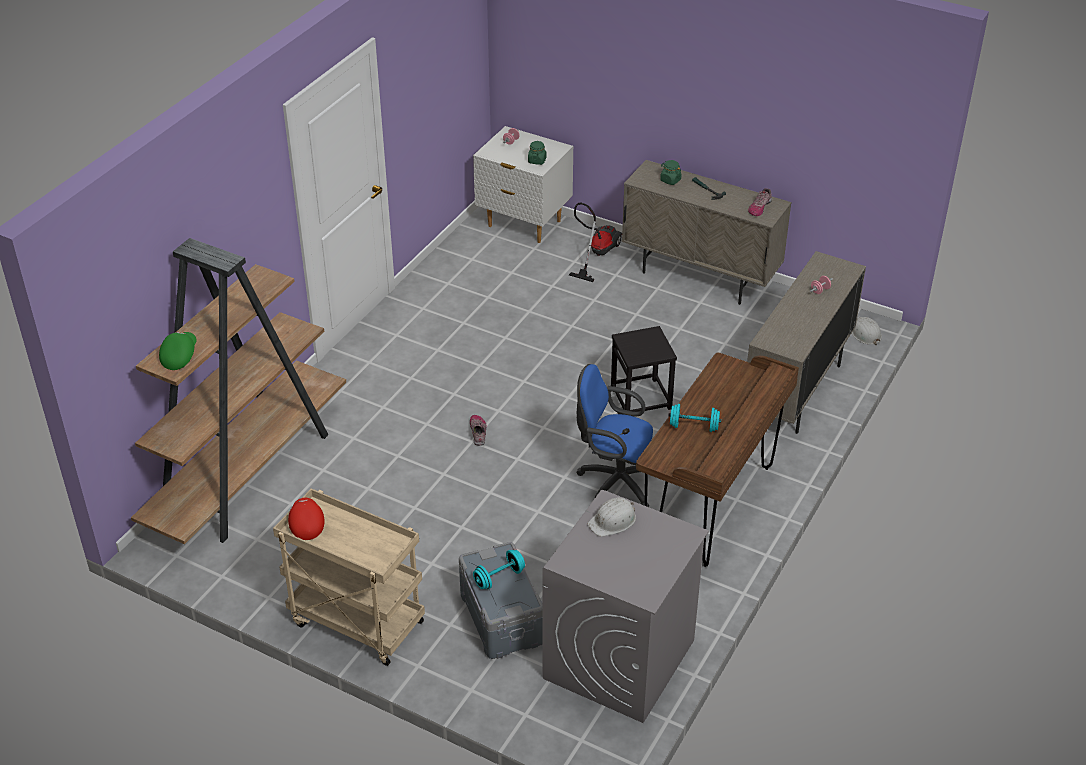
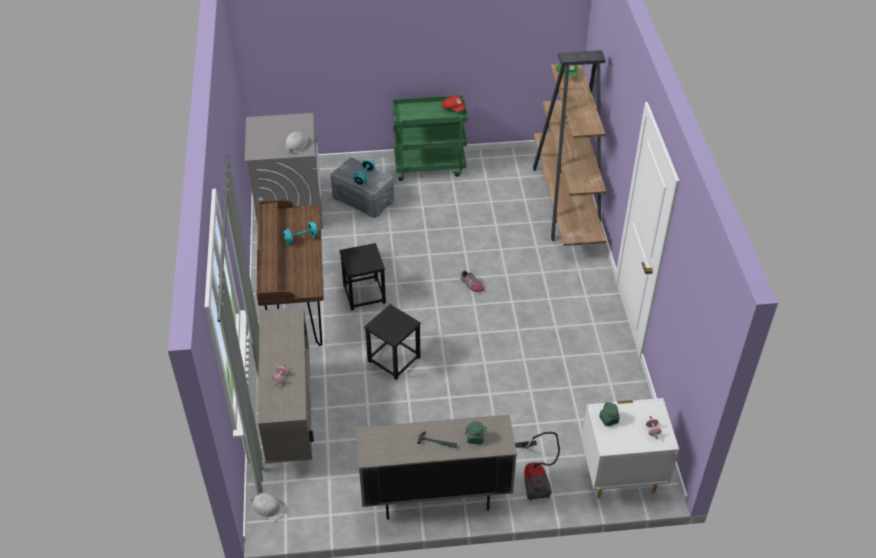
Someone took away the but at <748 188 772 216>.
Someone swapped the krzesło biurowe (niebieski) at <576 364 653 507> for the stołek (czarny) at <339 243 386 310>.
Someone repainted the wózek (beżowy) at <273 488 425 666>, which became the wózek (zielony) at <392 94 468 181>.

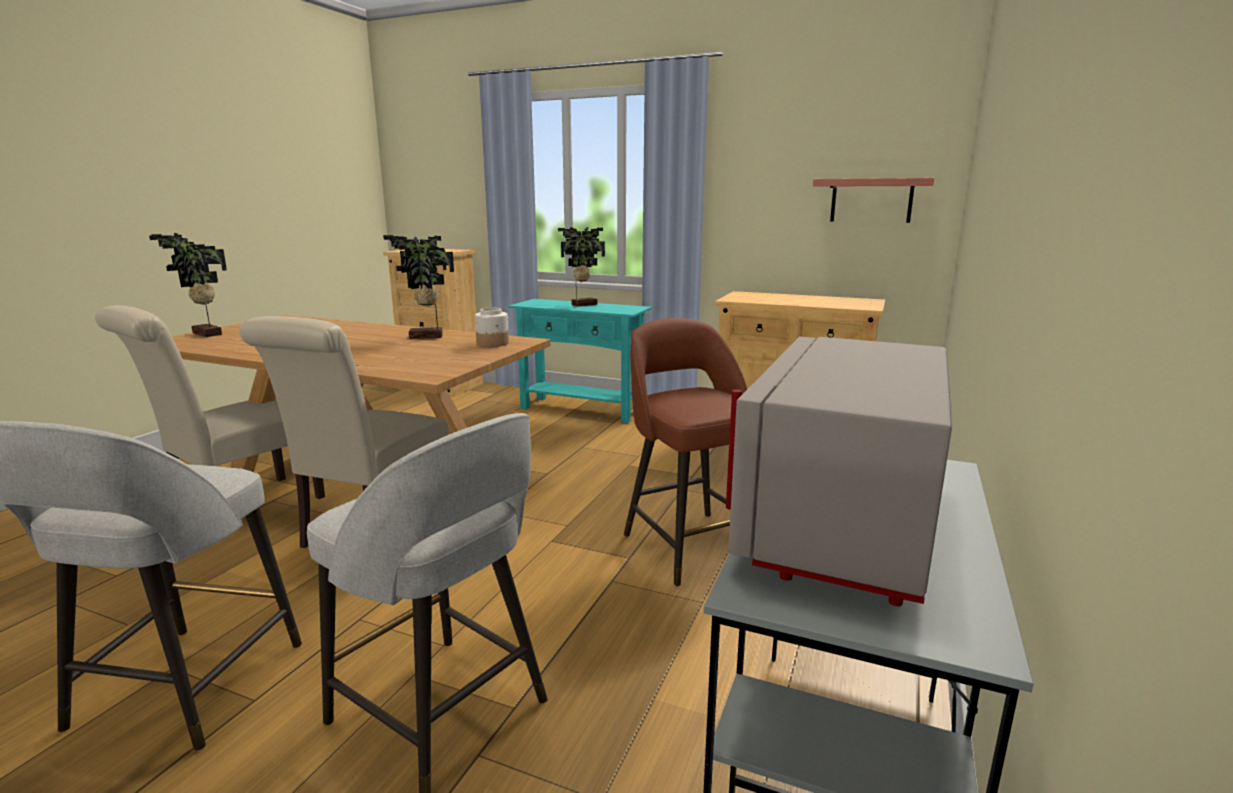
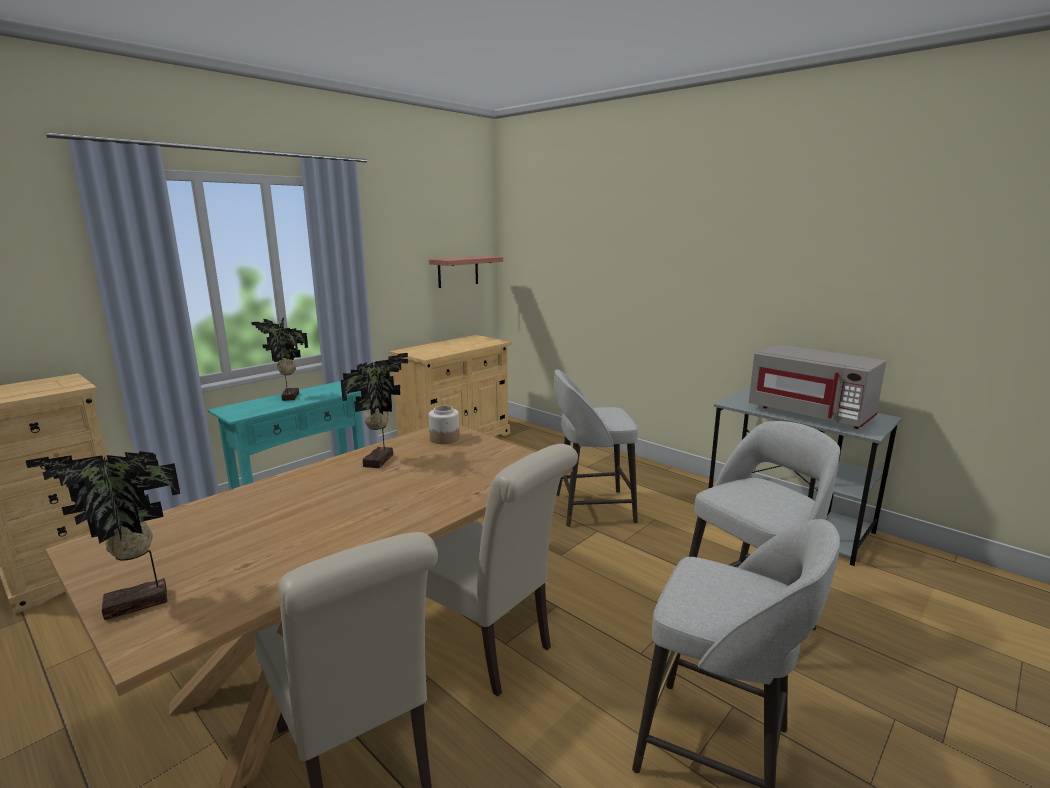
Someone repainted the stołek (brązowy) at <624 318 747 586>, which became the stołek (szary) at <554 369 638 527>.

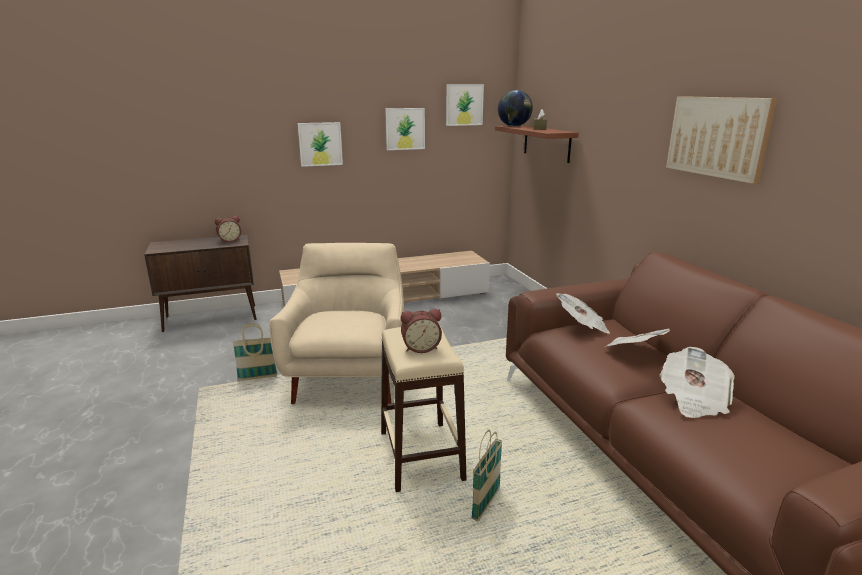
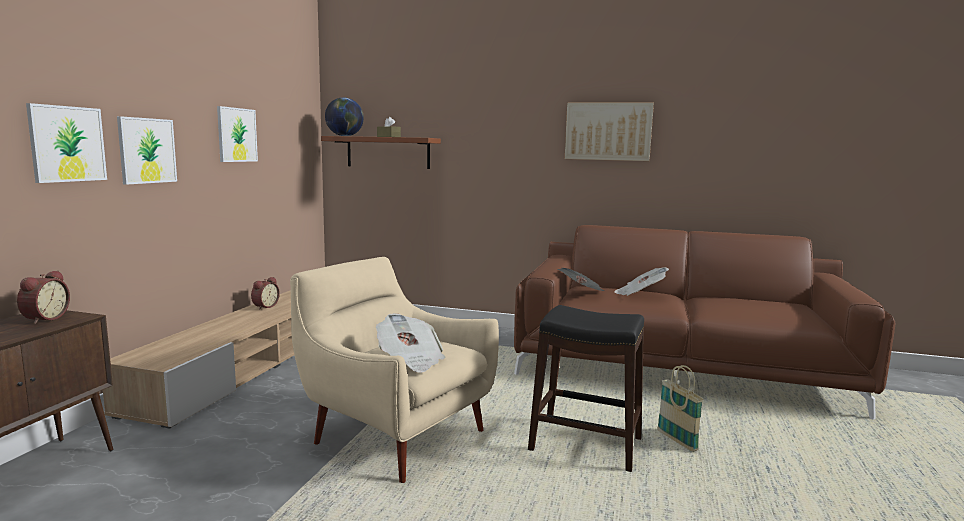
Someone carried the obraz from <446 84 484 126> to <26 103 107 183>.
Someone carried the budzik from <401 309 442 353> to <251 277 280 310>.
Someone took away the koszyk at <233 323 277 381>.
Someone repainted the stołek (beżowy) at <381 326 467 492>, which became the stołek (czarny) at <528 305 644 472>.
Someone carried the gazeta from <660 347 735 418> to <376 313 445 373>.

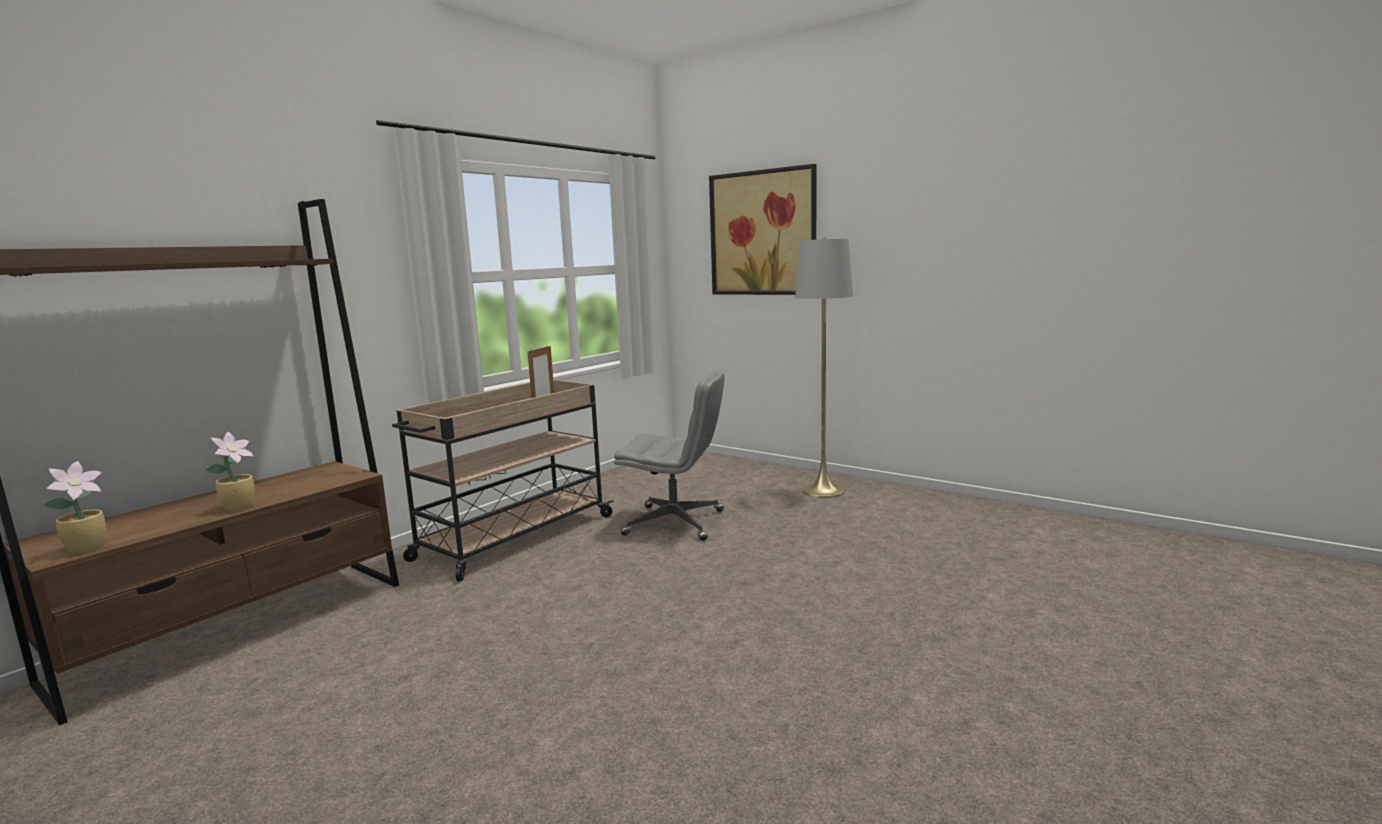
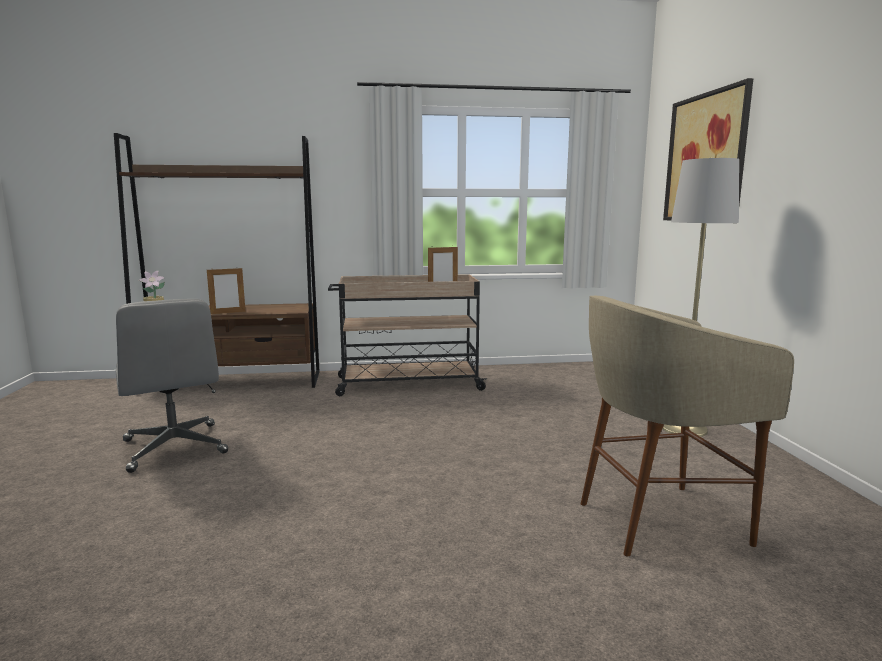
Someone carried the krzesło biurowe (szary) from <614 371 724 541> to <116 299 228 473>.
Someone swapped the roślina doniczkowa at <205 432 255 511> for the ramka na zdjęcie at <207 268 246 314>.
Someone put down the stołek (beżowy) at <581 296 794 556>.

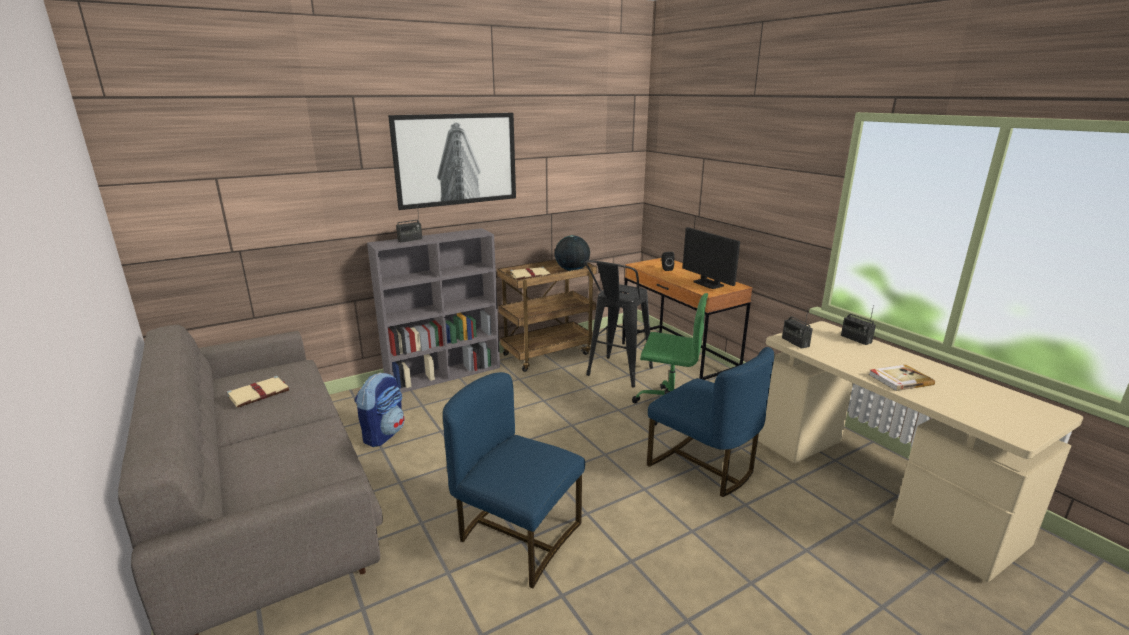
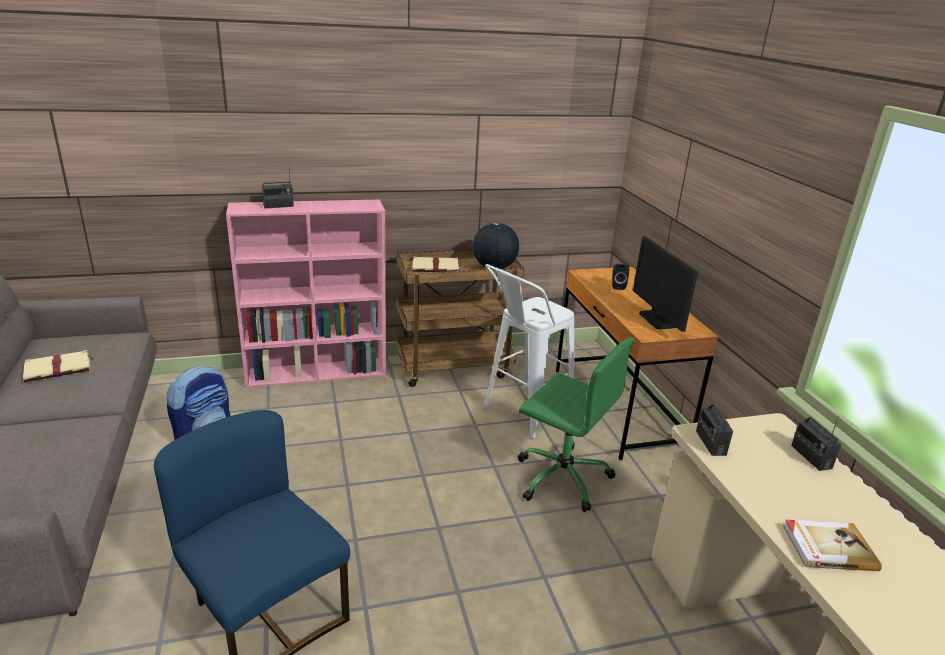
Someone took away the obraz at <388 113 516 210>.
Someone repainted the regał (szary) at <367 228 500 393>, which became the regał (różowy) at <226 200 386 388>.
Someone repainted the stołek (czarny) at <584 260 653 388>, which became the stołek (biały) at <483 264 574 438>.
Someone took away the krzesło (niebieski) at <647 347 774 497>.

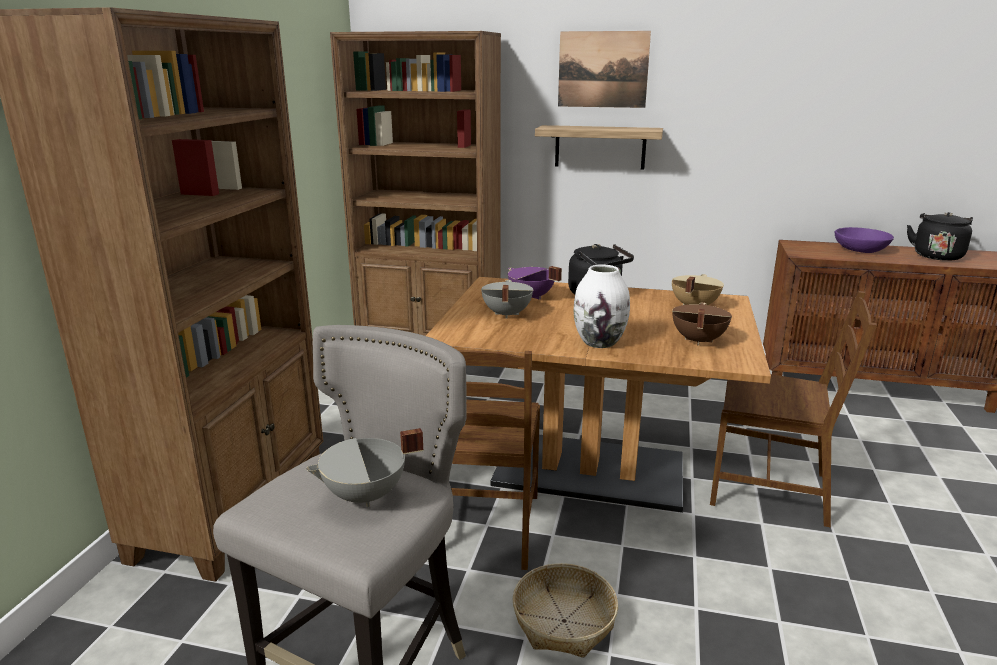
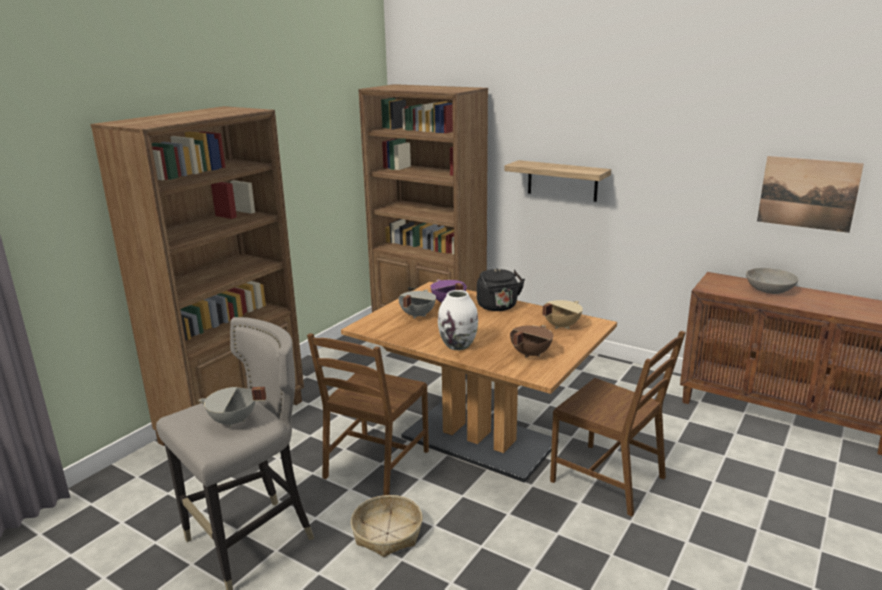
Someone carried the obraz from <558 31 651 108> to <757 156 864 233>.
Someone took away the czajnik (czarny) at <907 212 973 261>.
Someone repainted the miska (fioletowy) at <835 227 894 253>, which became the miska (szary) at <746 268 799 294>.

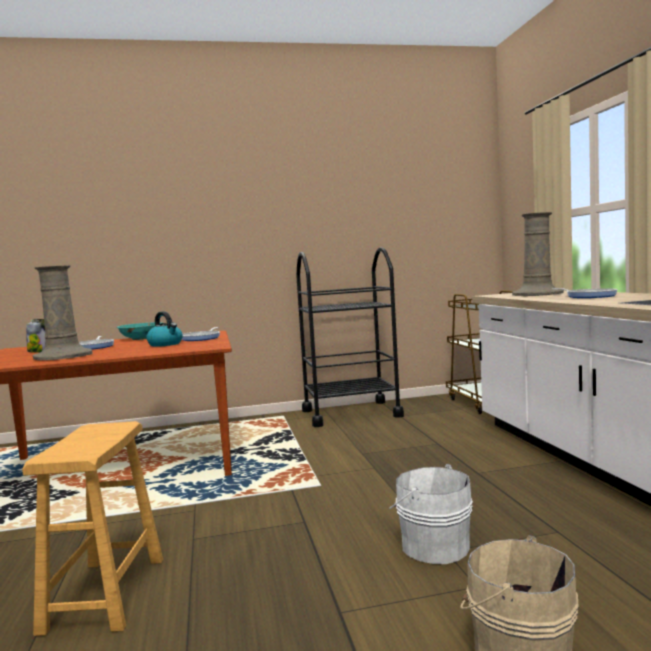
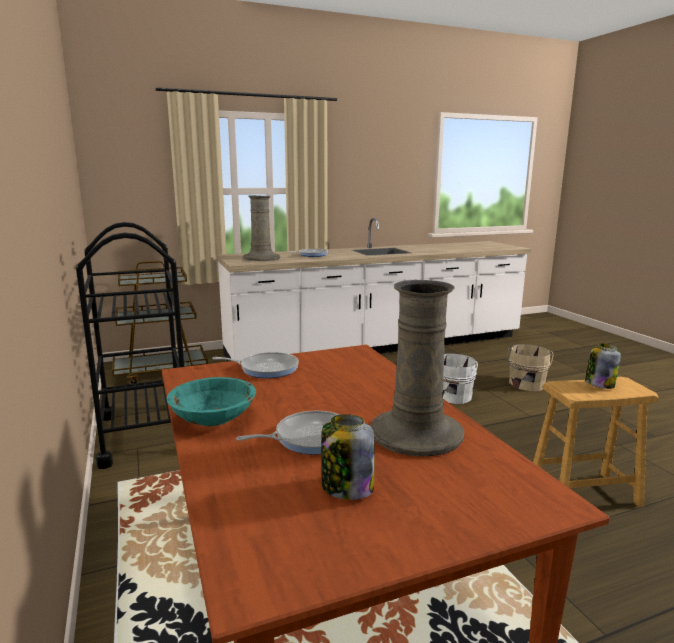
Someone took away the czajnik at <146 311 183 347>.
Someone put down the słoik at <585 343 621 389>.

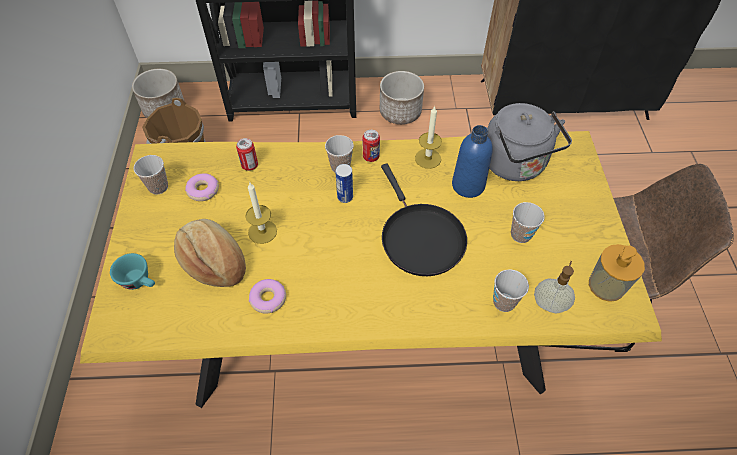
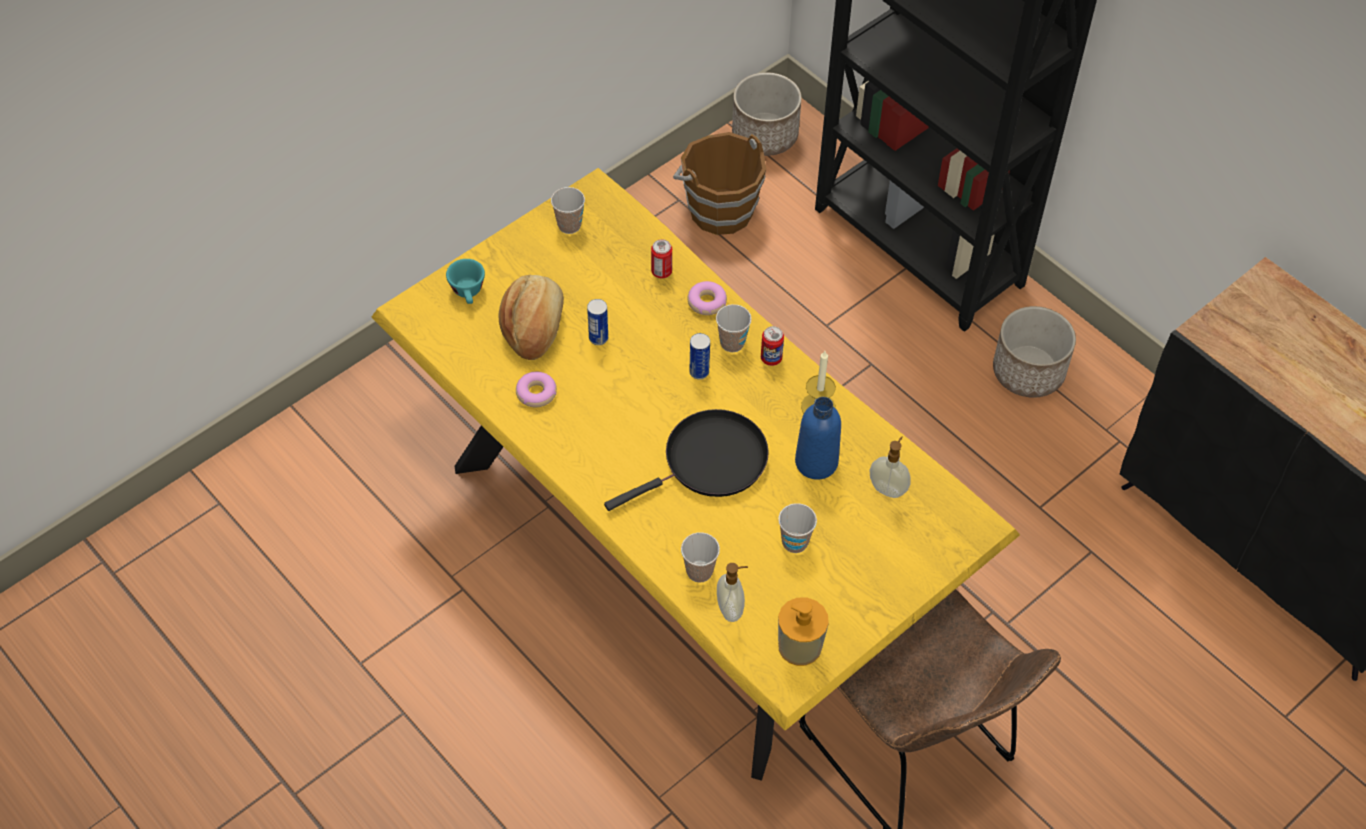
Someone swapped the czajnik (szary) at <487 103 572 181> for the dozownik mydła at <870 436 911 498>.
Someone rotated the patelnia (czarny) at <381 164 467 276> by 150 degrees counterclockwise.
Someone carried the donut from <185 173 219 201> to <687 281 727 315>.
Someone swapped the świeca at <245 183 277 244> for the puszka at <587 299 608 345>.

